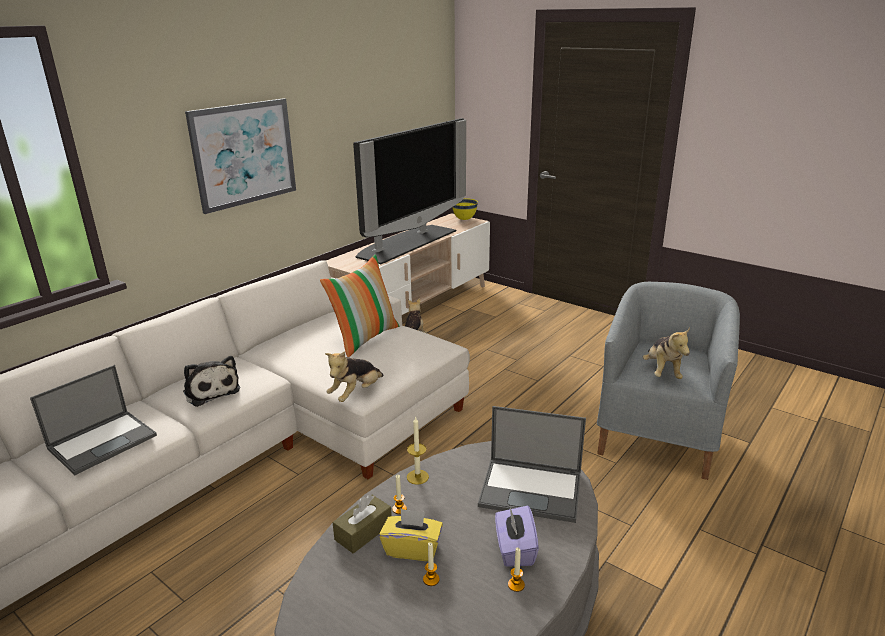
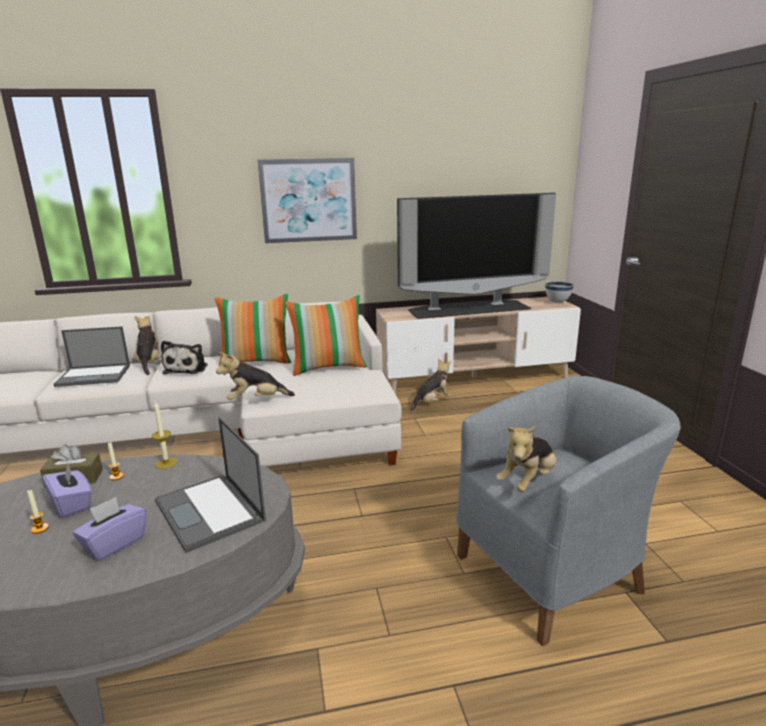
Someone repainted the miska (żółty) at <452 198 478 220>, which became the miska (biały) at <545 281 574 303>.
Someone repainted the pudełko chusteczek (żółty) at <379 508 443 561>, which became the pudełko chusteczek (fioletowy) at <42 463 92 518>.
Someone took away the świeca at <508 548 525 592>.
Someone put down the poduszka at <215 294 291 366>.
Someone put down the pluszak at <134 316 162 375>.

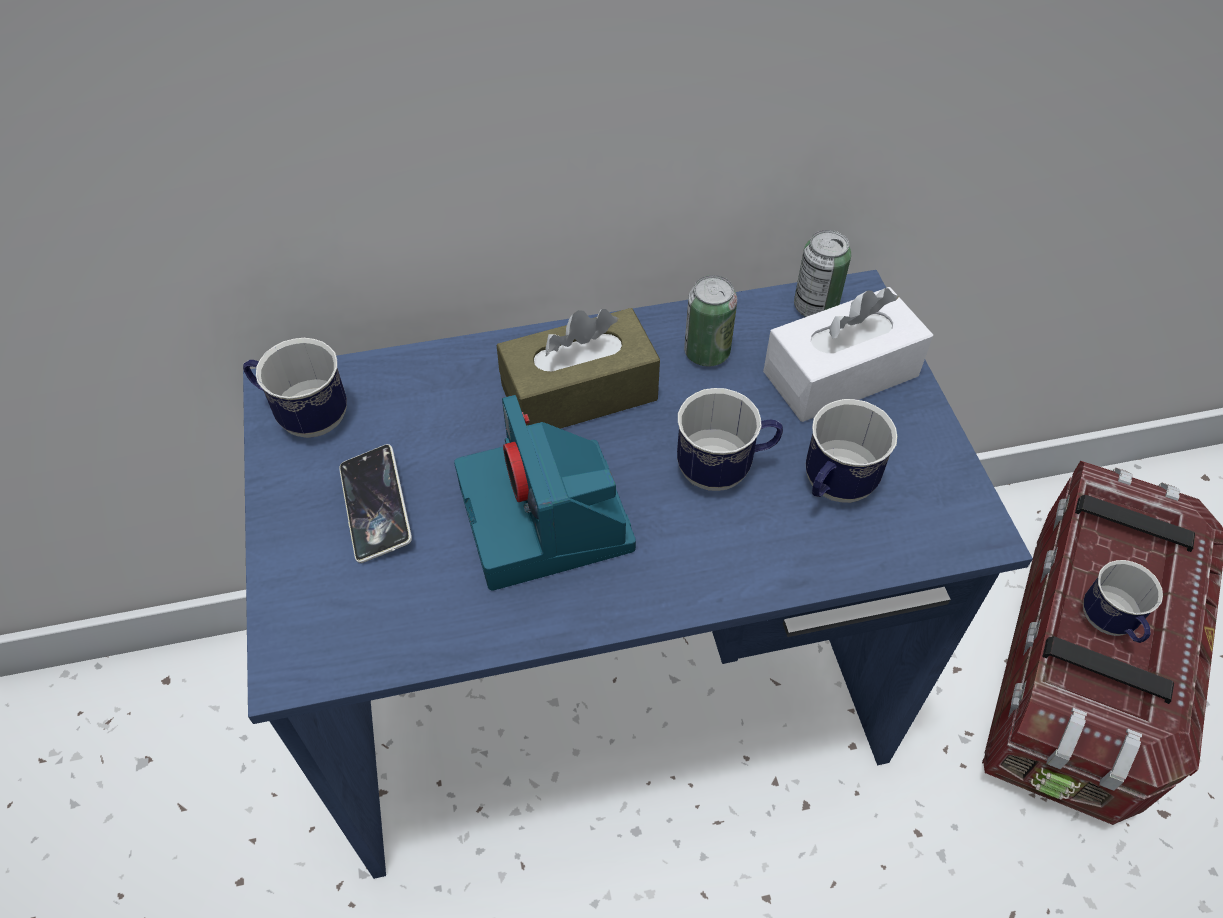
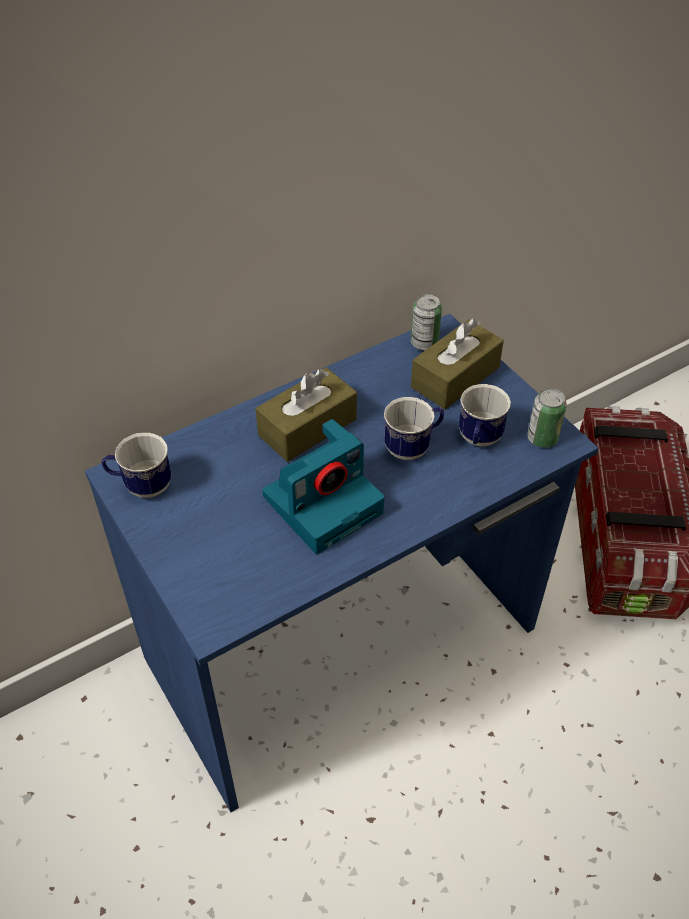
Someone carried the puszka from <684 275 737 367> to <527 388 567 448>.
Someone repainted the pudełko chusteczek (biały) at <763 287 933 422>, which became the pudełko chusteczek (brązowy) at <411 319 504 409>.
Someone rotated the aparat fotograficzny at <454 395 636 591> by 90 degrees counterclockwise.
Someone took away the telefon at <339 444 412 563>.
Someone took away the kubek at <1083 560 1163 643>.

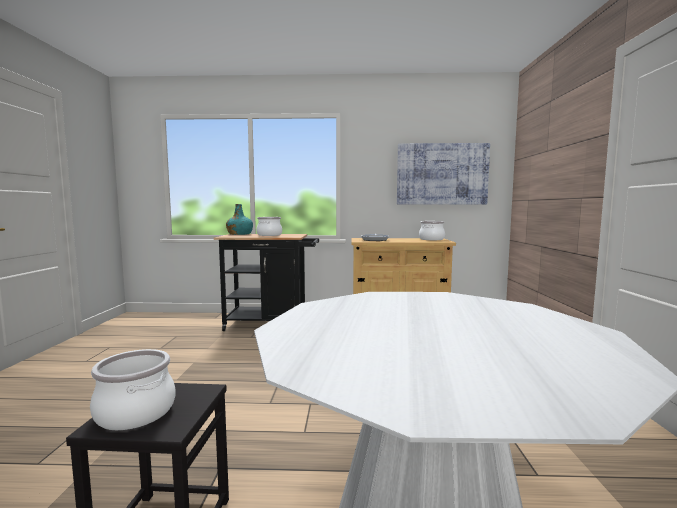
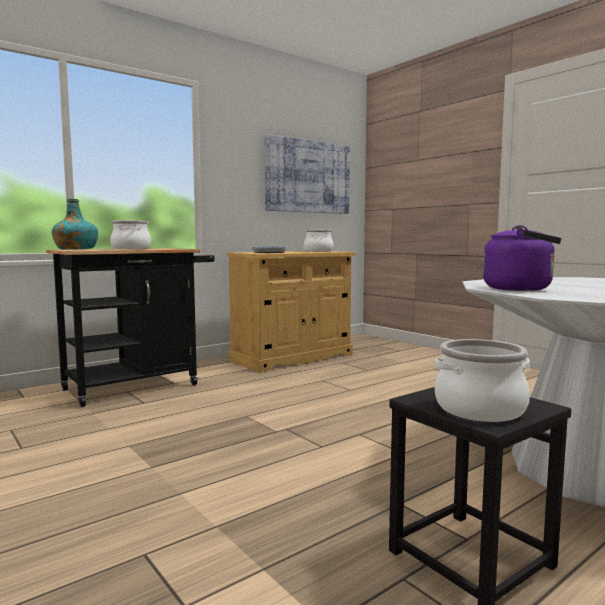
Someone put down the czajnik (fioletowy) at <483 225 561 291>.

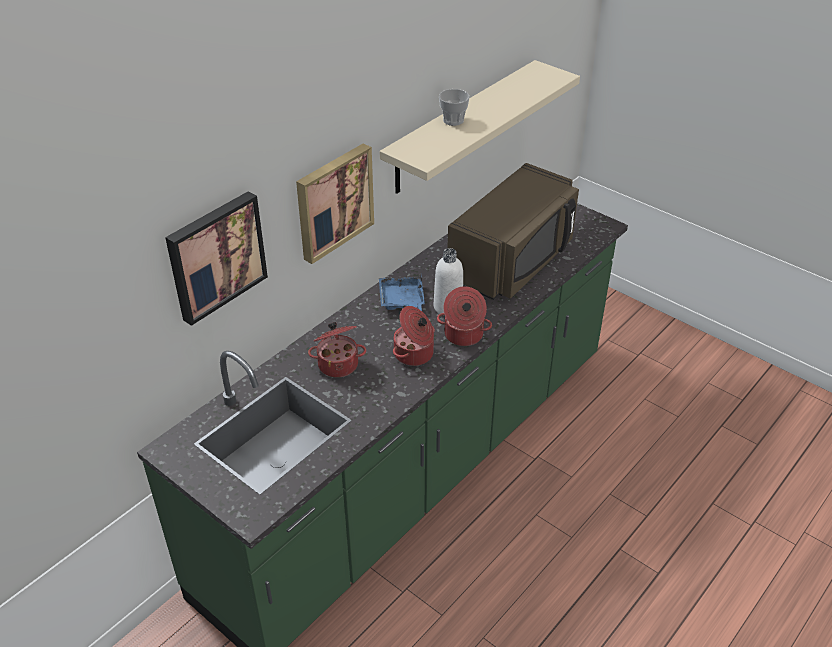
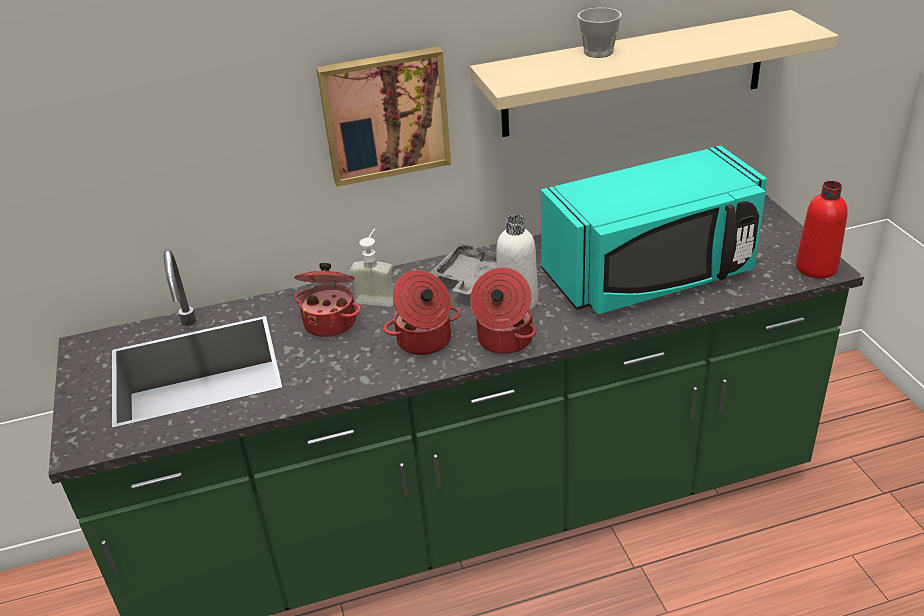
Someone repainted the mikrofalówka (brązowy) at <447 163 579 300>, which became the mikrofalówka (turkusowy) at <541 146 767 314>.
Someone took away the obraz at <165 191 268 326>.
Someone repainted the taca (niebieski) at <379 275 425 311>, which became the taca (szary) at <429 243 497 295>.
Someone put down the butelka (czerwony) at <796 181 848 278>.
Someone put down the dozownik mydła at <350 229 394 307>.

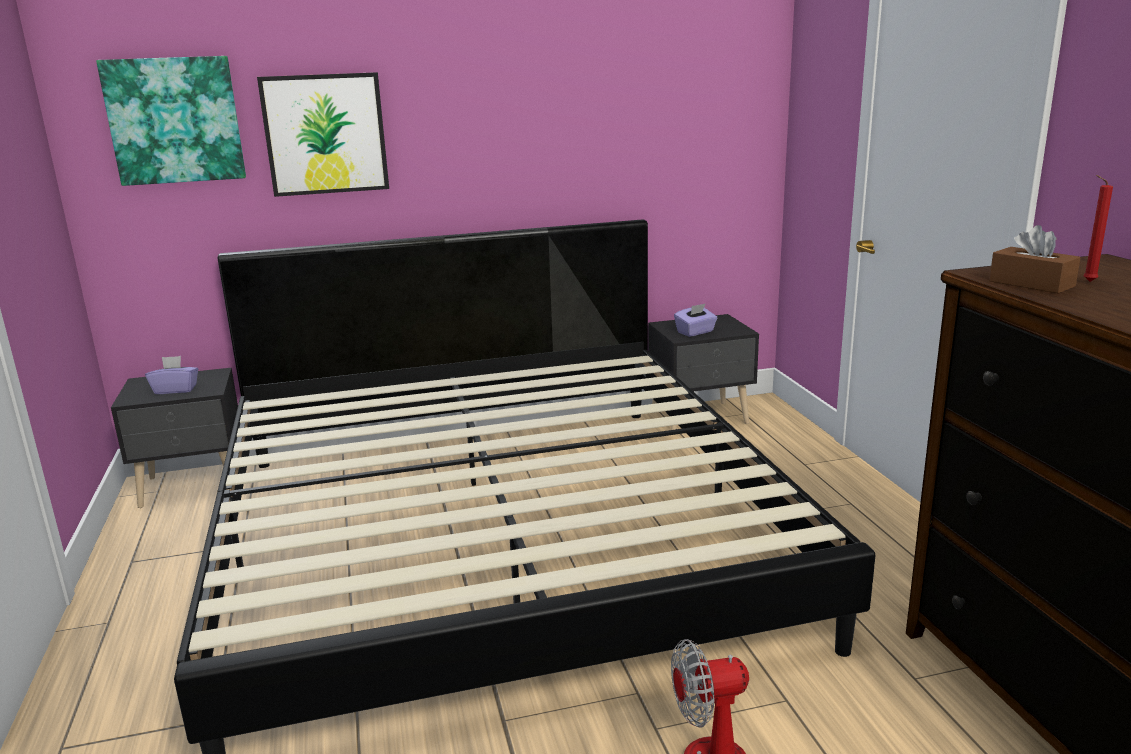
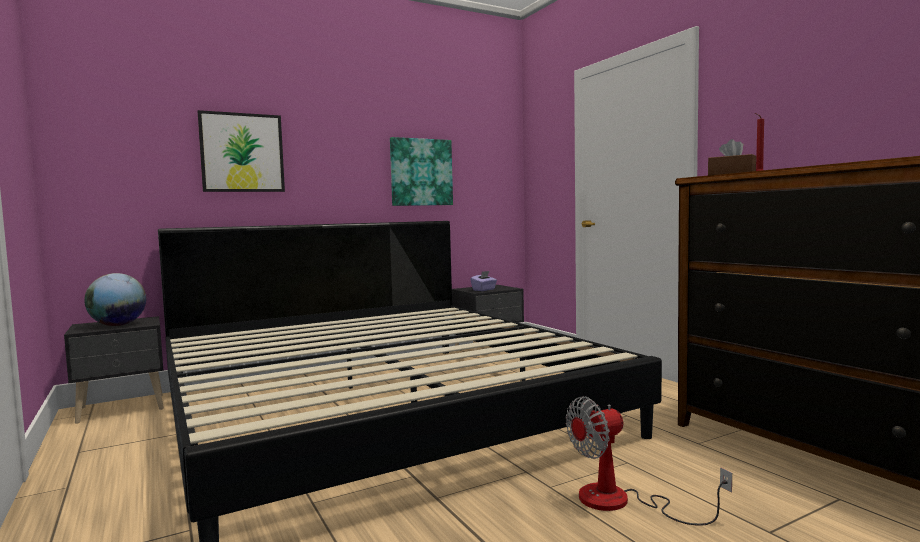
Someone carried the obraz from <96 56 246 186> to <390 137 453 206>.
Someone swapped the pudełko chusteczek (fioletowy) at <145 356 198 394> for the globus at <84 273 146 326>.

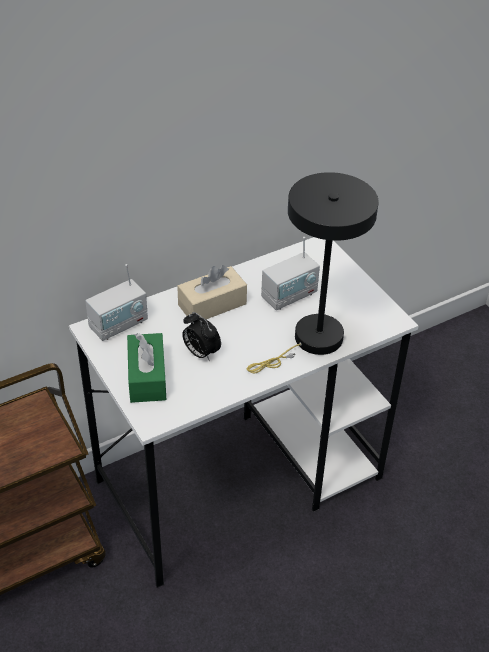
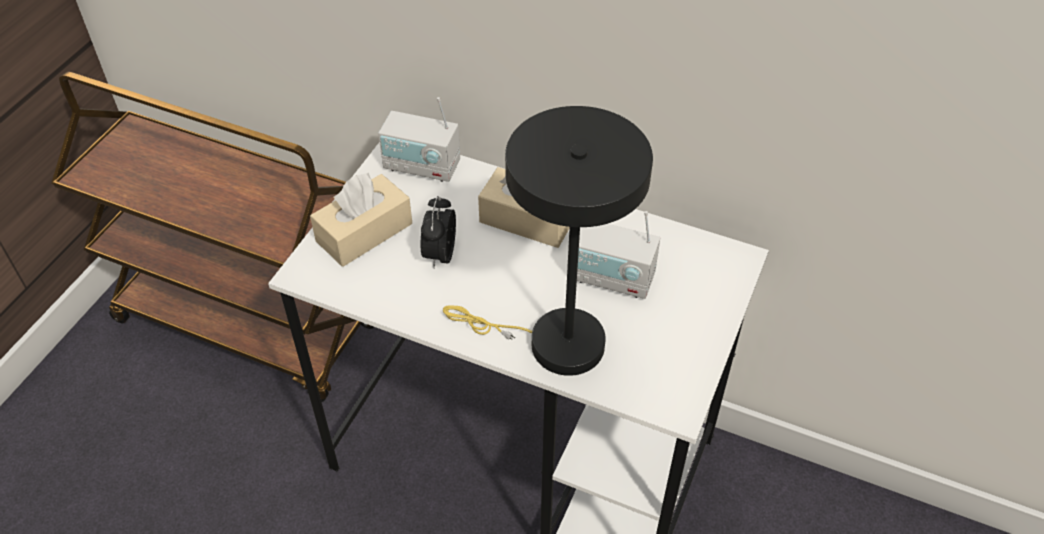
Someone repainted the pudełko chusteczek (zielony) at <127 333 166 403>, which became the pudełko chusteczek (beżowy) at <310 172 412 267>.

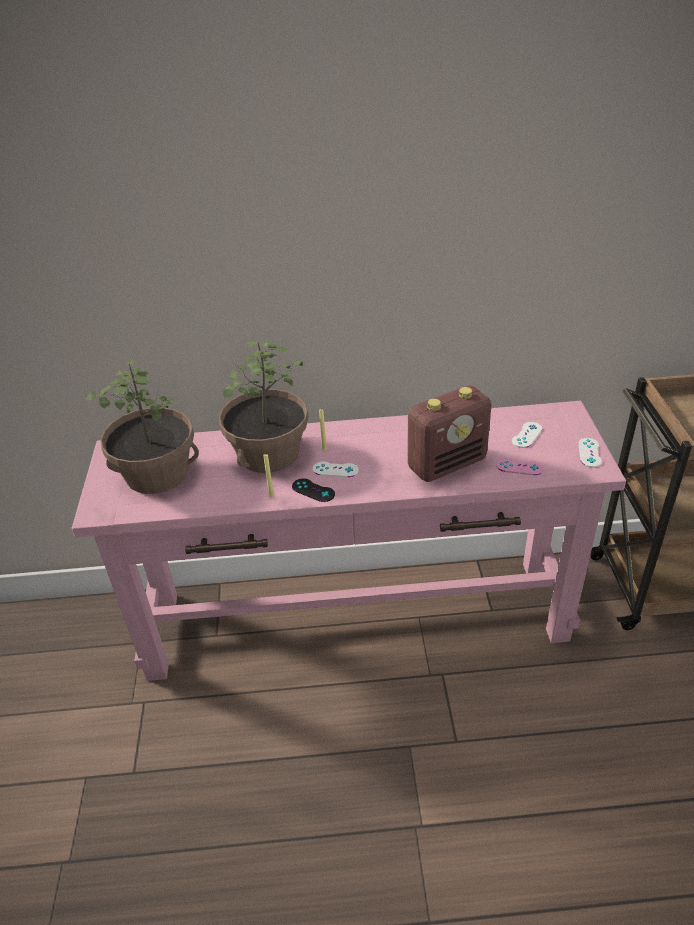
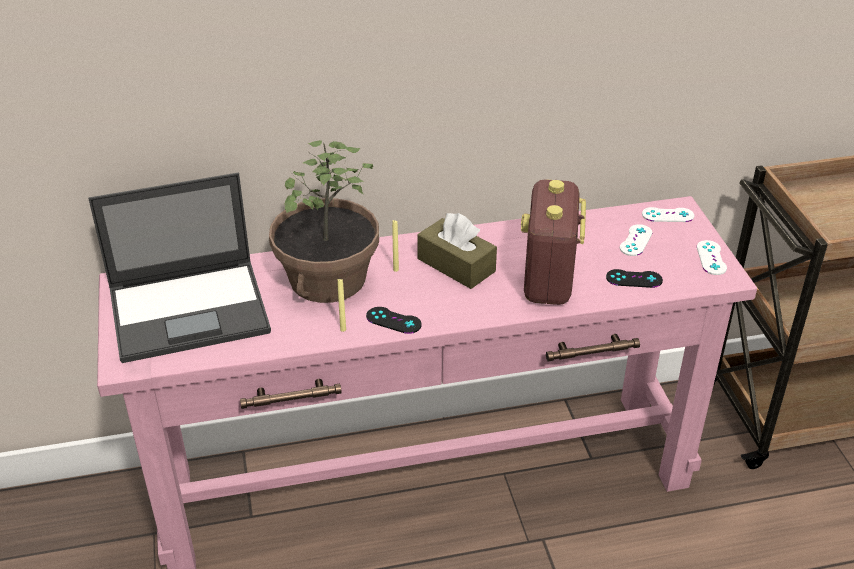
Someone swapped the roślina doniczkowa at <86 360 199 494> for the laptop at <88 173 271 363>.
Someone rotated the radio at <407 385 492 482> by 135 degrees clockwise.
Someone repainted the pad do gier (różowy) at <496 458 544 475>, which became the pad do gier (czarny) at <606 269 663 288>.
Someone carried the pad do gier (biały) from <313 461 358 477> to <642 207 694 222>.
Someone put down the pudełko chusteczek (brązowy) at <417 213 497 289>.

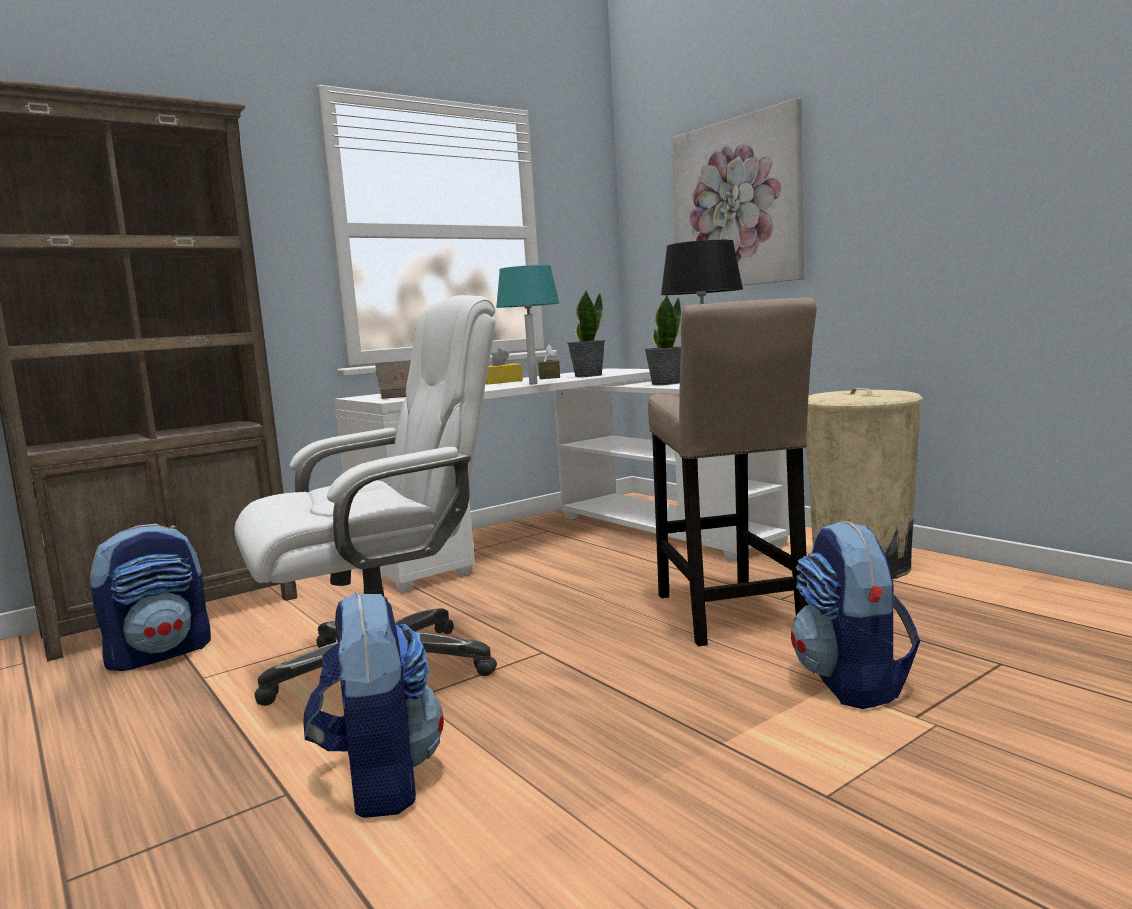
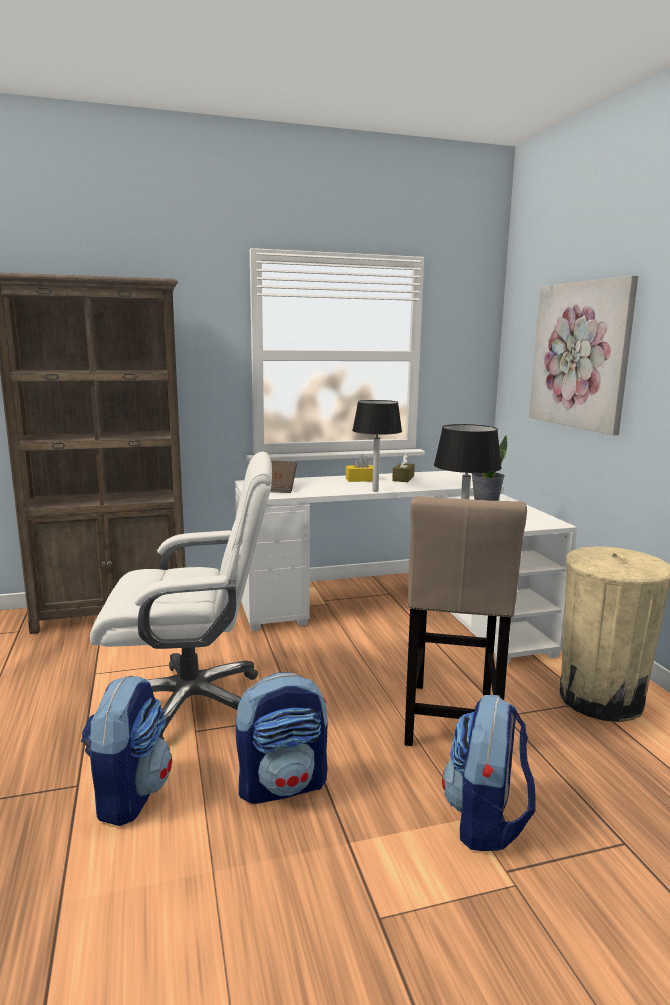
Someone repainted the lampa stołowa (turkusowy) at <496 265 559 384>, which became the lampa stołowa (czarny) at <352 400 402 491>.
Someone took away the roślina doniczkowa at <568 290 605 377>.
Someone carried the plecak from <90 524 211 671> to <235 672 327 804>.

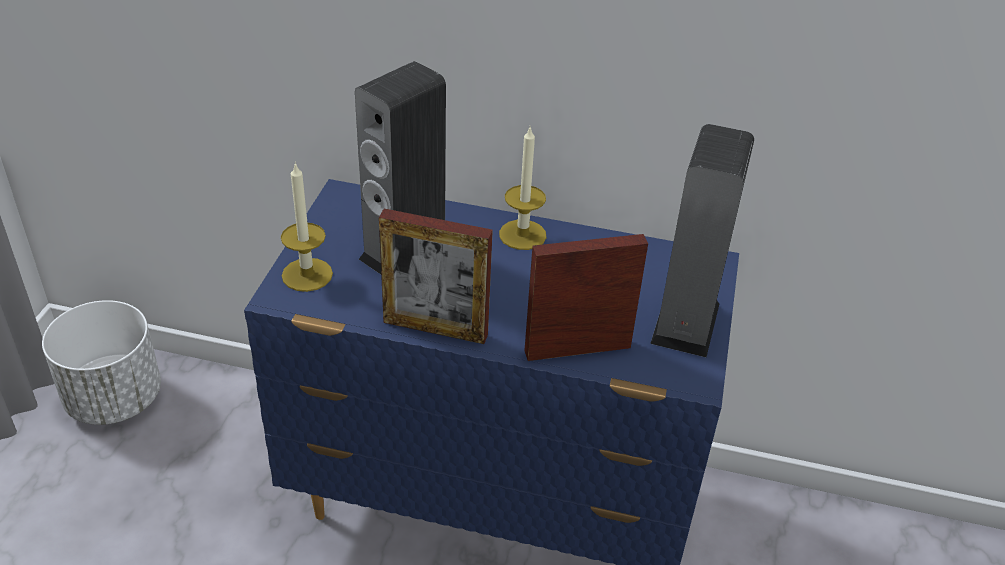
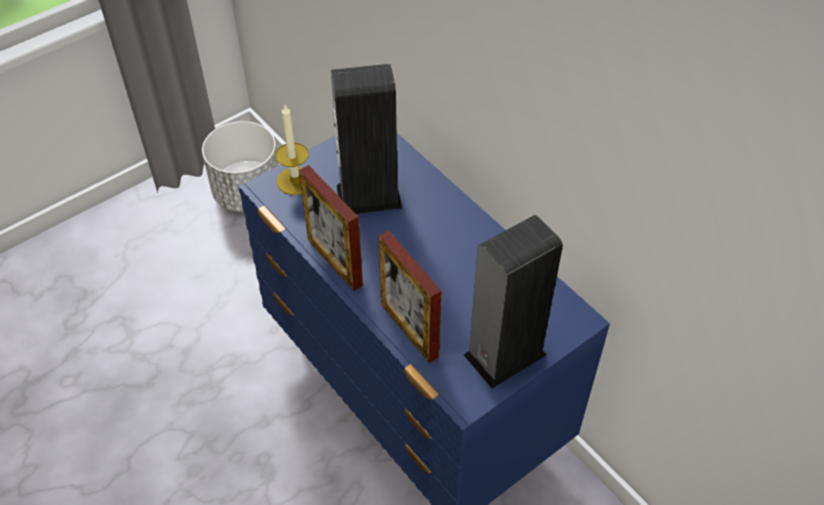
Someone took away the świeca at <499 128 546 250>.
Someone rotated the ramka na zdjęcie at <524 234 648 361> by 150 degrees counterclockwise.

